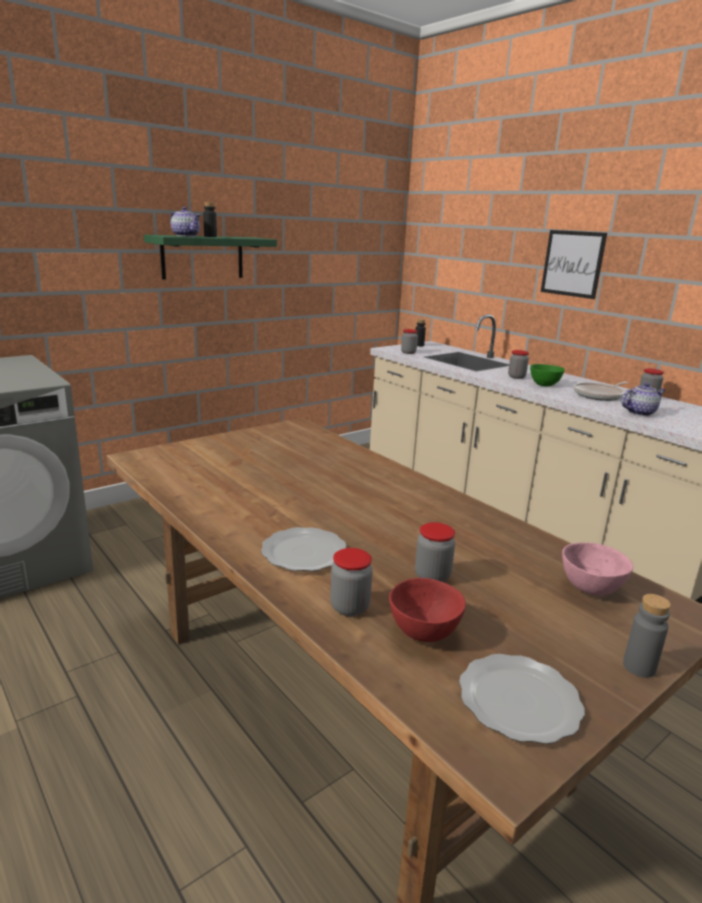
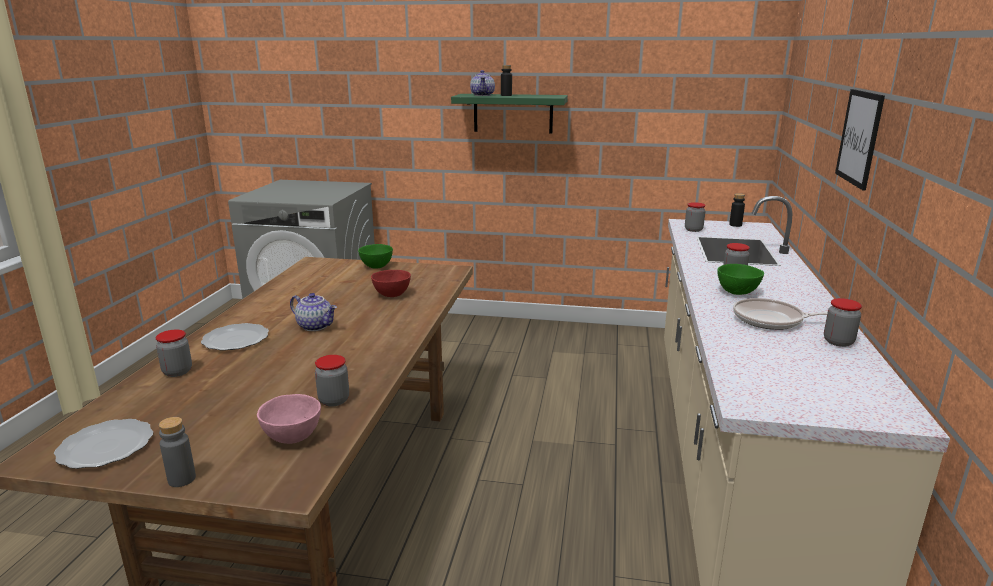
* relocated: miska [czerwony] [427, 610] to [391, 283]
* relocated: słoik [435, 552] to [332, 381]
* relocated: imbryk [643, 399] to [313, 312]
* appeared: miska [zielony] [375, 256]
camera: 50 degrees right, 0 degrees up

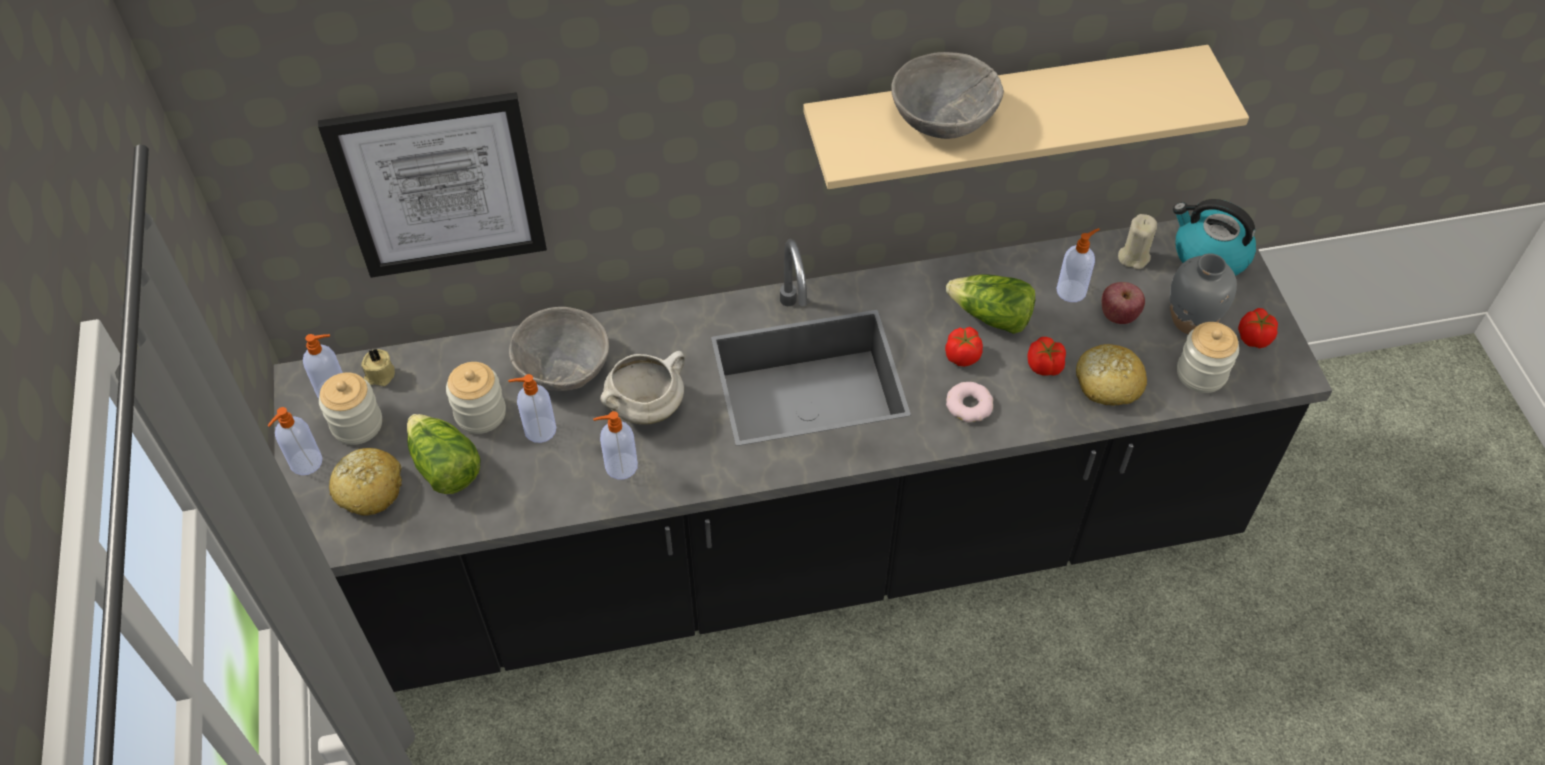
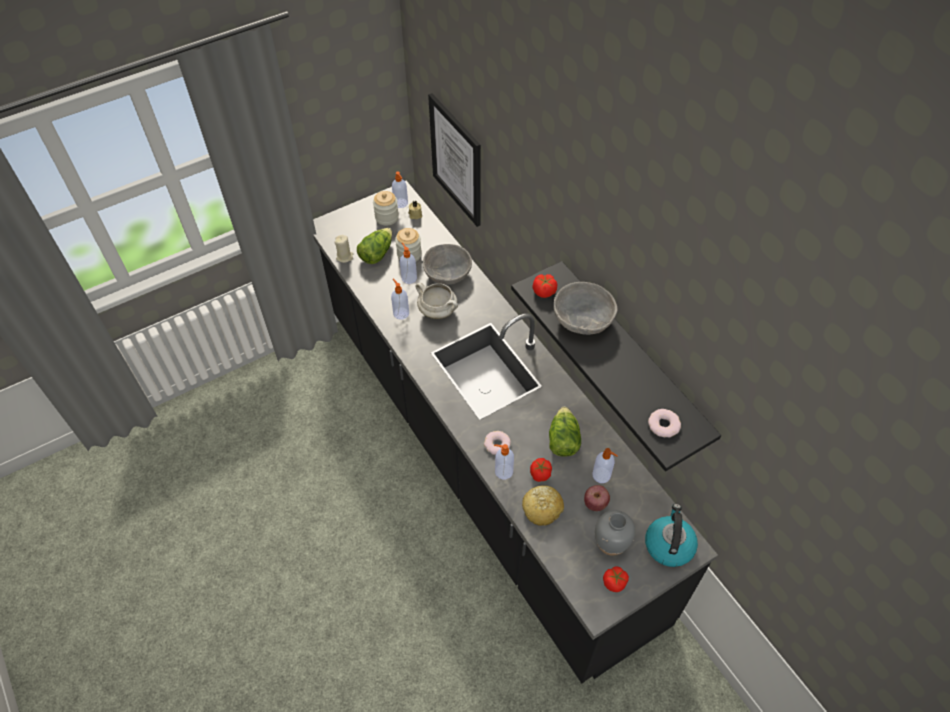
* relocated: dozownik mydła [295, 441] to [504, 461]
* missing: chleb [365, 482]
* colour: półka [beżowy] [1026, 117] to półka [czarny] [616, 366]
* relocated: pomidor [964, 347] to [545, 286]
* relocated: świeca [beżowy] [1137, 241] to [344, 249]
* missing: słoik [1208, 357]
* appeared: donut [664, 423]
camera: 70 degrees right, 0 degrees up

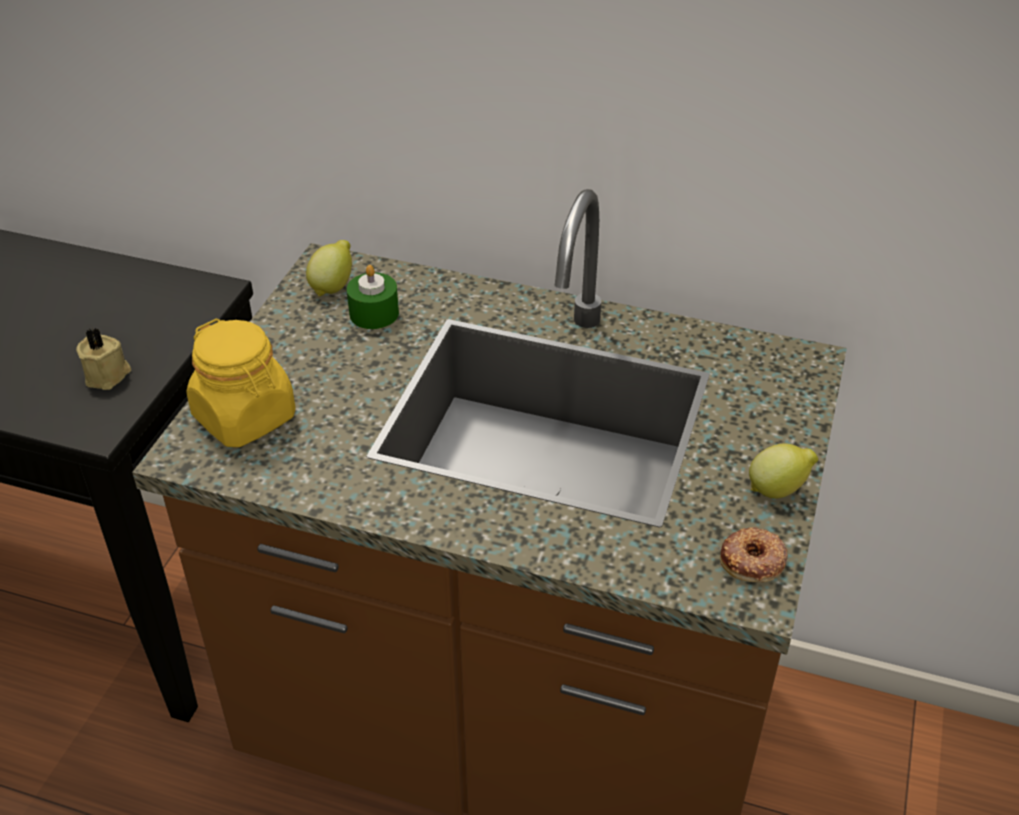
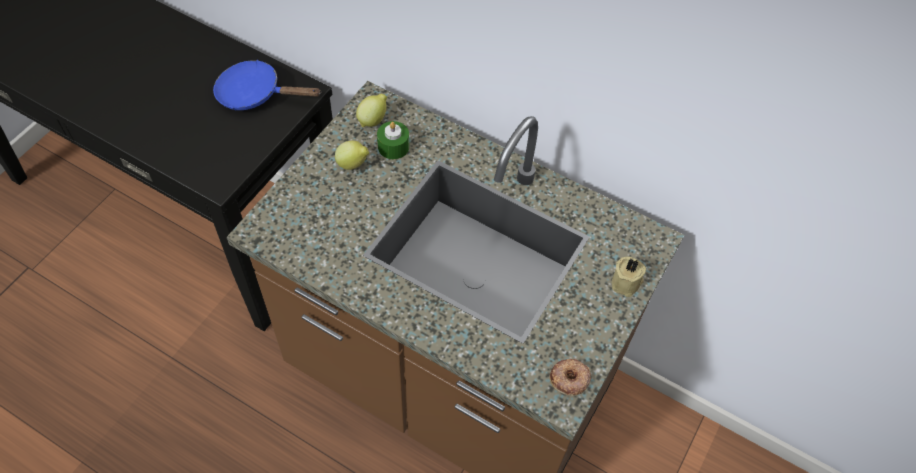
* relocated: świeca [beżowy] [103, 359] to [629, 276]
* missing: słoik [żółty] [241, 382]
* relocated: cytryna [783, 470] to [352, 155]
* appeared: patelnia [niebieski] [267, 85]
camera: 10 degrees right, 15 degrees up

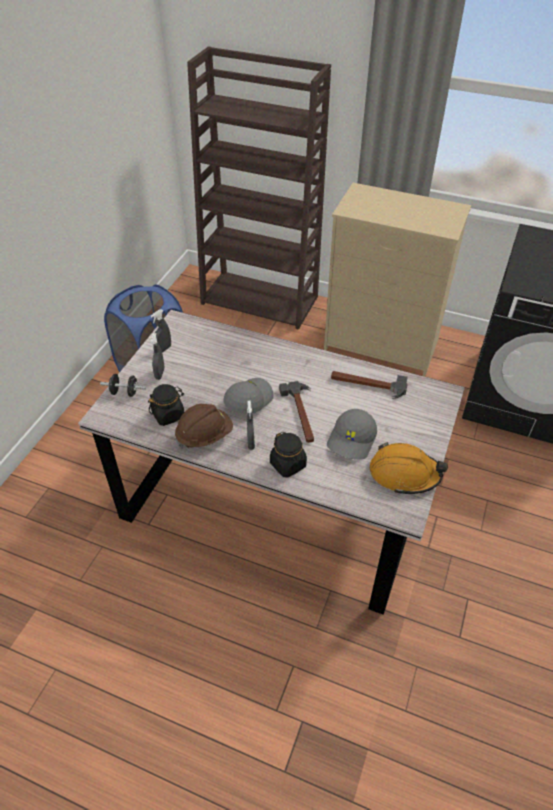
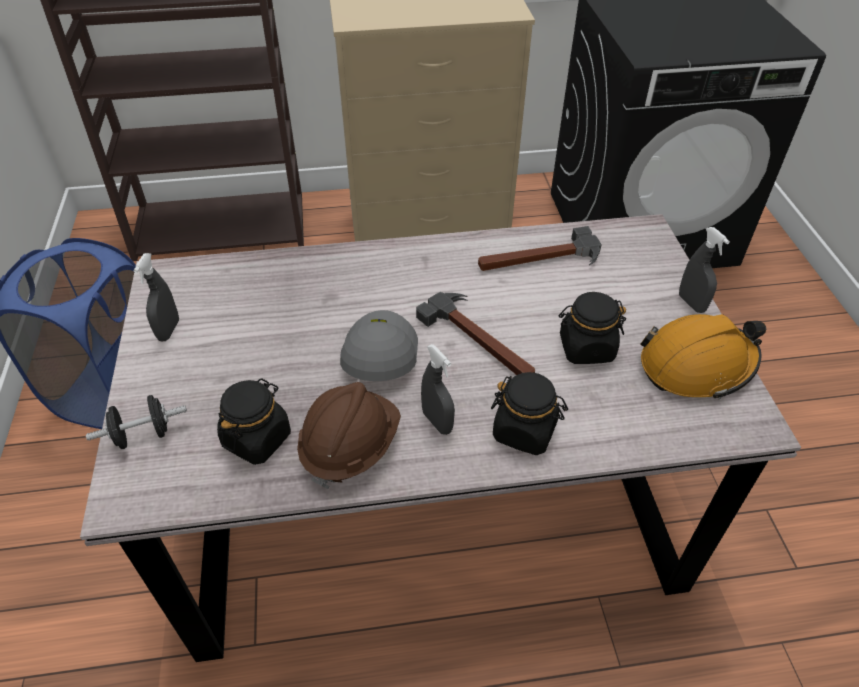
* relocated: spryskiwacz [szary] [157, 356] to [704, 270]
* exchanged: czapka z daszkiem [szary] [352, 434] to słoik [czarny] [592, 328]
camera: 30 degrees left, 0 degrees up

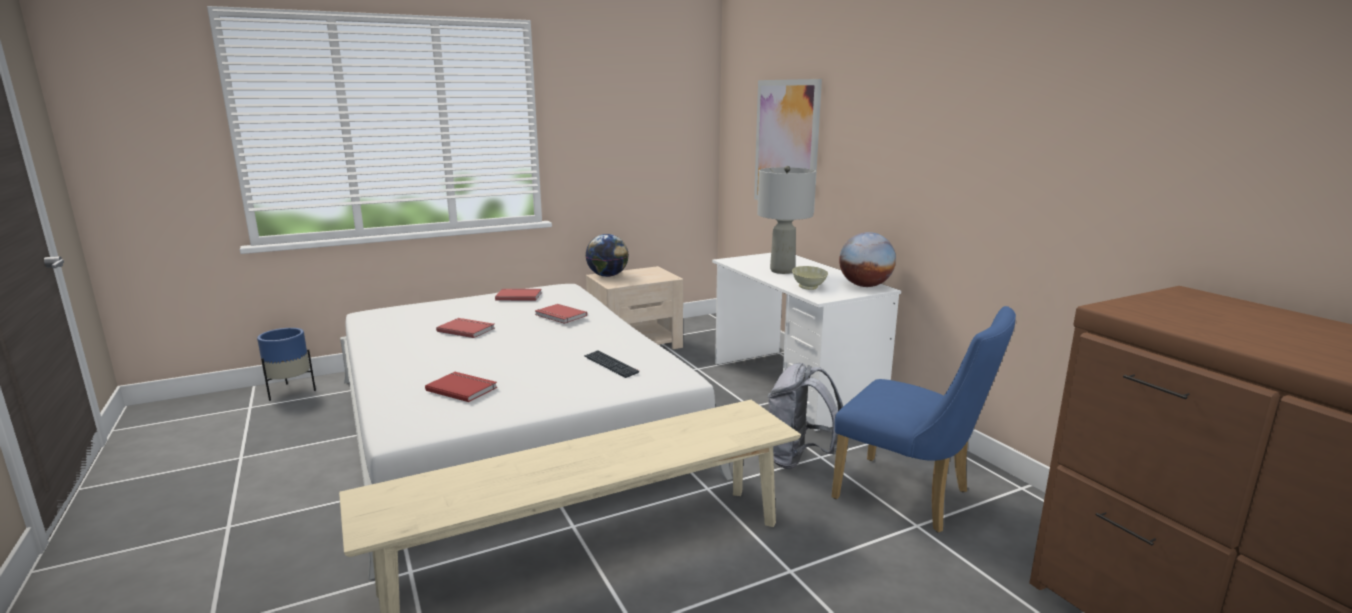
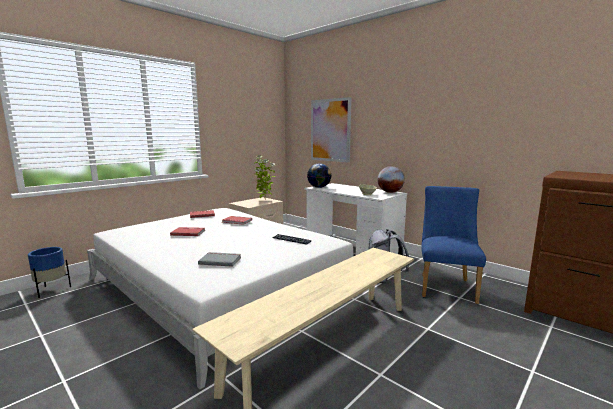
* colour: książka [czerwony] [461, 387] to książka [szary] [219, 259]
* relocated: globus [607, 255] to [319, 175]
* missing: lampa stołowa [szary] [786, 220]
* spun: krzesło [niebieski] [923, 419] = [453, 245] 90 degrees counterclockwise
* appeared: roślina doniczkowa [265, 176]
camera: 20 degrees left, 5 degrees down

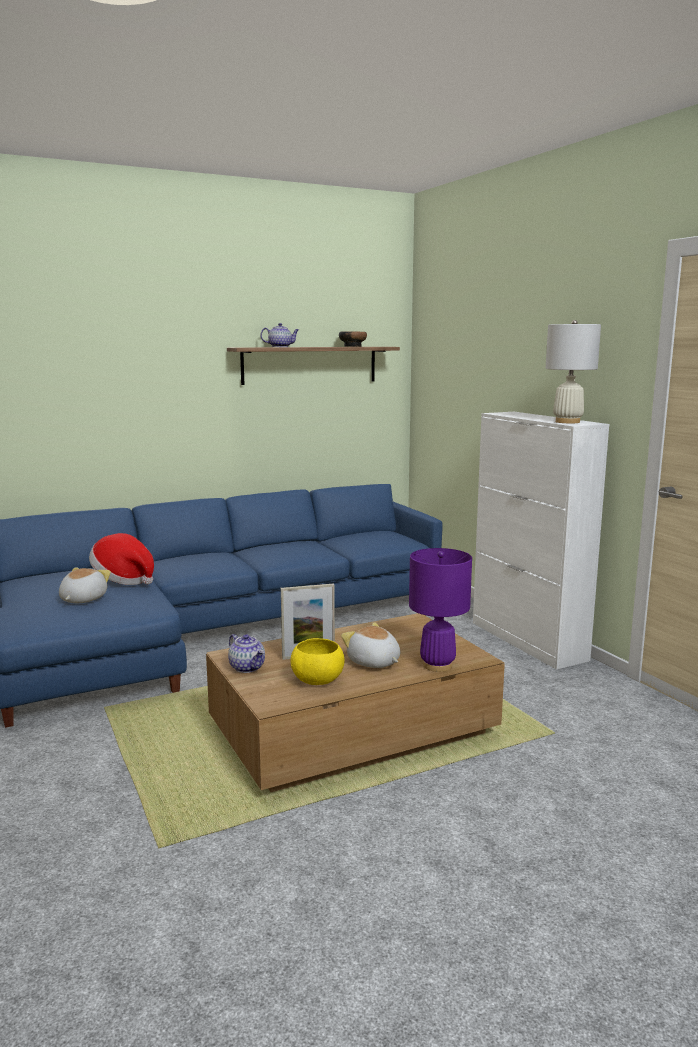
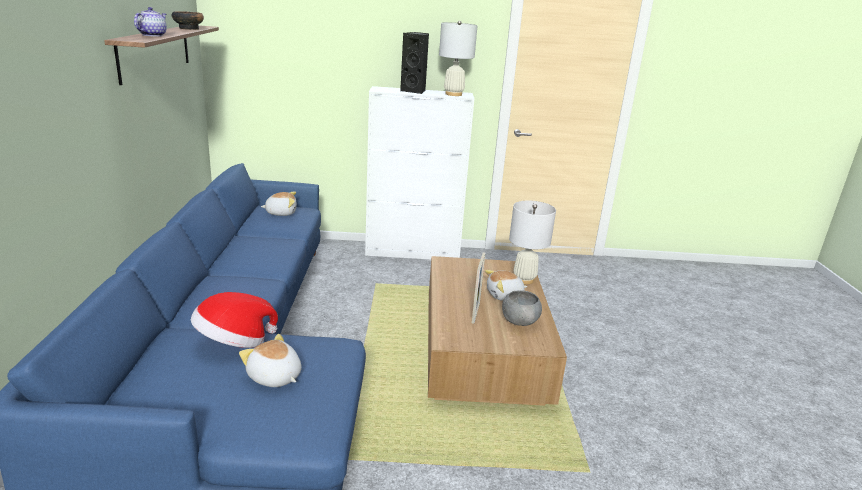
* missing: imbryk [246, 653]
* colour: miska [żółty] [317, 661] to miska [szary] [522, 308]
* colour: lampa stołowa [fioletowy] [440, 610] to lampa stołowa [biały] [532, 242]
* appeared: pluszak [279, 204]
* appeared: głośnik [czarny] [414, 63]
camera: 65 degrees left, 10 degrees up

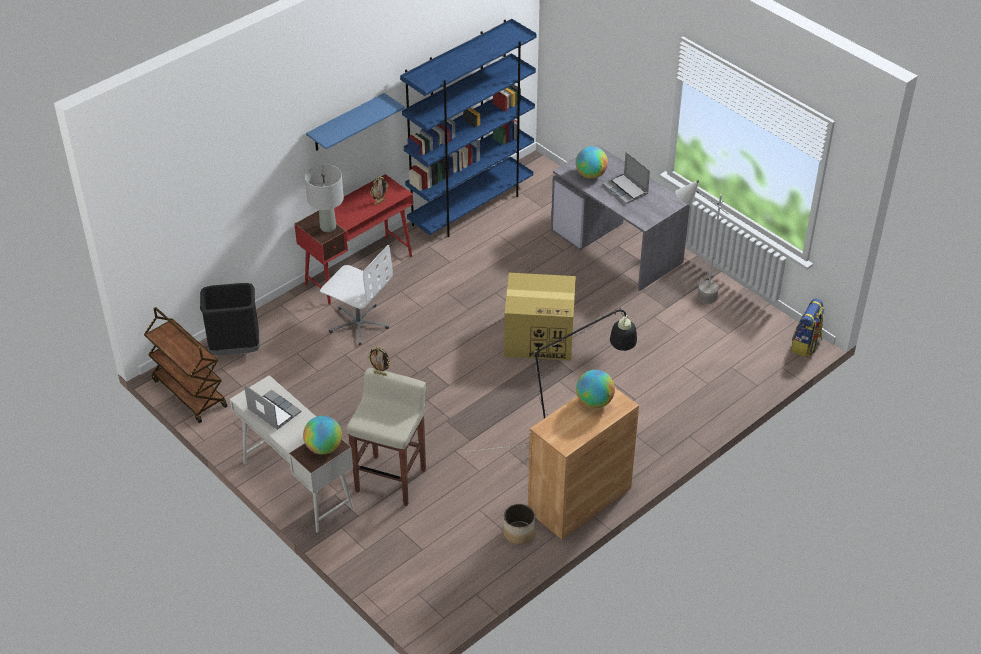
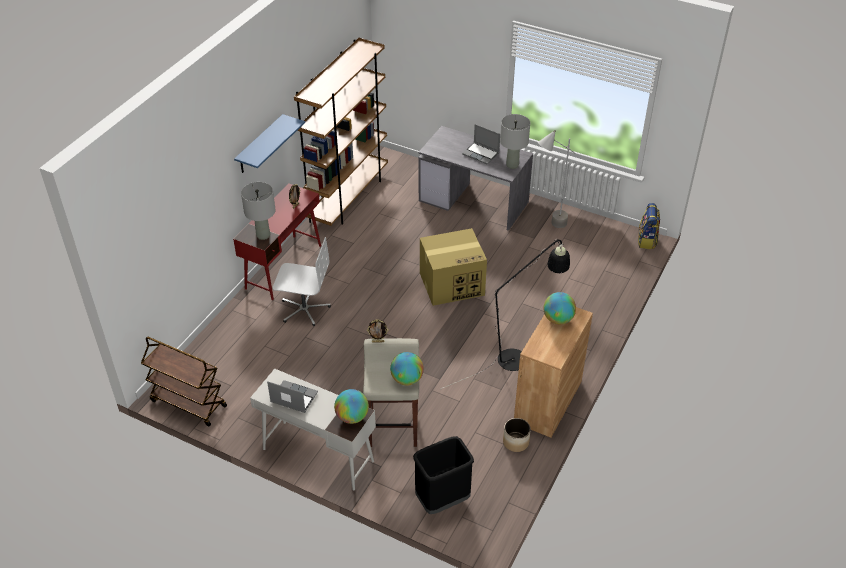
* relocated: kosz na śmieci [czarny] [230, 319] to [443, 475]
* colour: regał [niebieski] [468, 128] to regał [brązowy] [341, 132]
* relocated: globus [592, 162] to [407, 369]
* appeared: lampa stołowa [szary] [515, 141]
camera: 20 degrees left, 0 degrees up

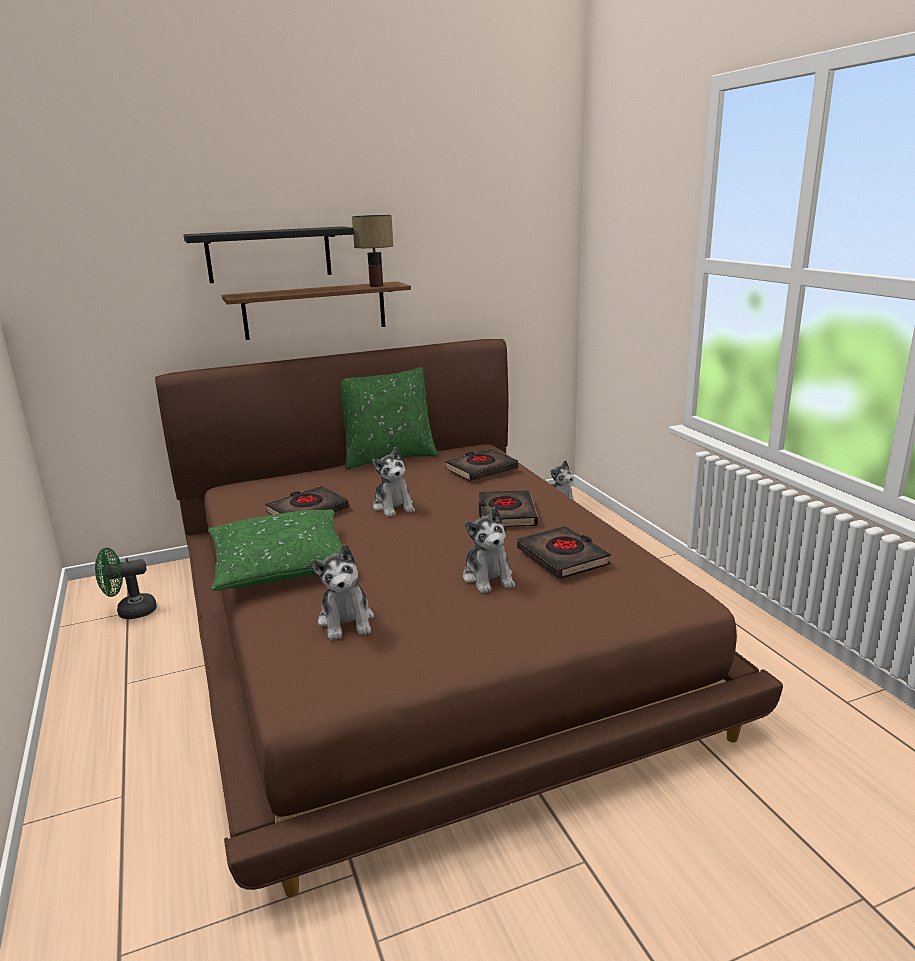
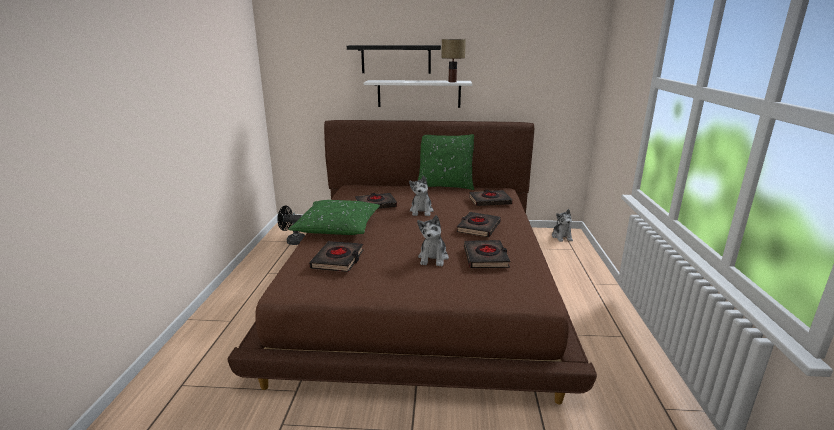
* colour: wentylator [zielony] [126, 583] to wentylator [czarny] [291, 225]
* colour: półka [brązowy] [316, 310] to półka [biały] [418, 94]
* exchanged: pluszak [342, 592] to książka [czarny] [336, 256]
camera: 25 degrees right, 0 degrees up

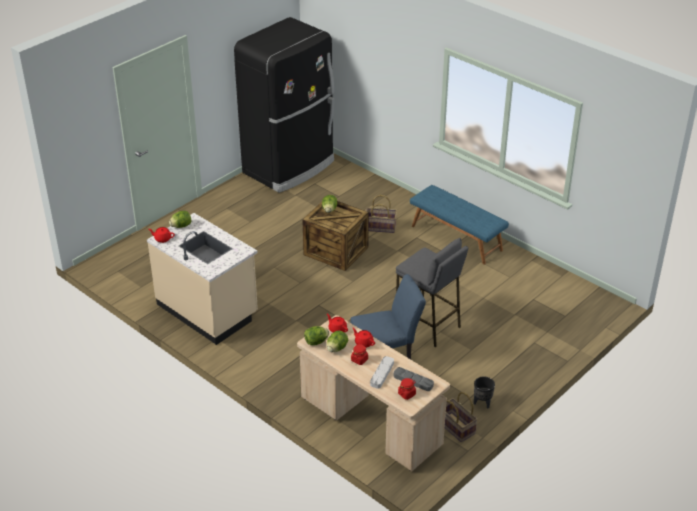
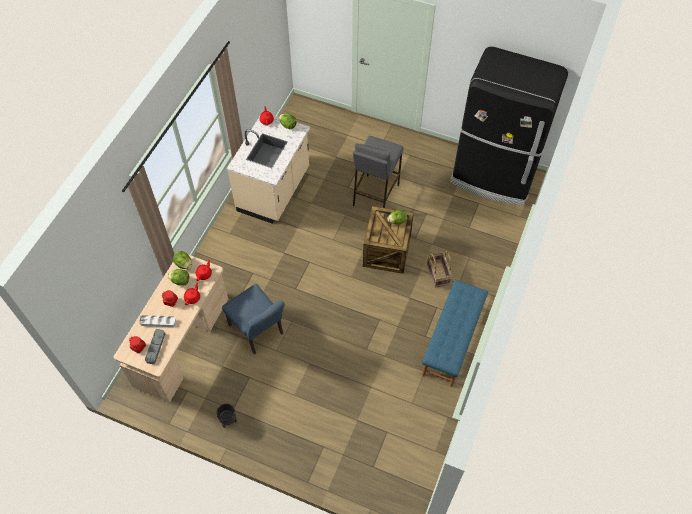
* relocated: stołek [szary] [432, 292] to [378, 172]
* missing: koszyk [461, 417]
camera: 70 degrees right, 20 degrees up

